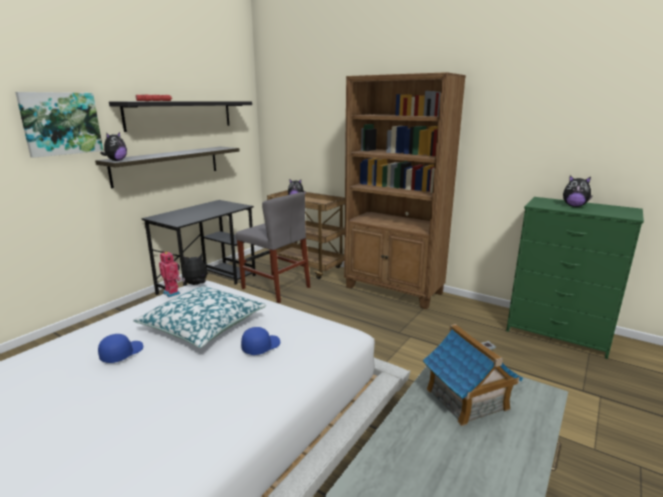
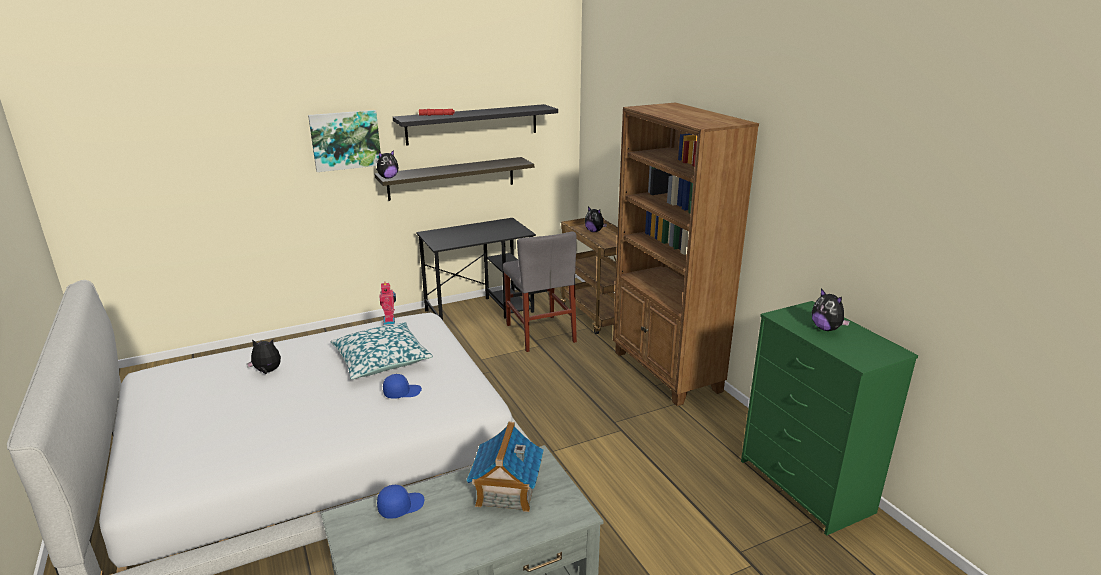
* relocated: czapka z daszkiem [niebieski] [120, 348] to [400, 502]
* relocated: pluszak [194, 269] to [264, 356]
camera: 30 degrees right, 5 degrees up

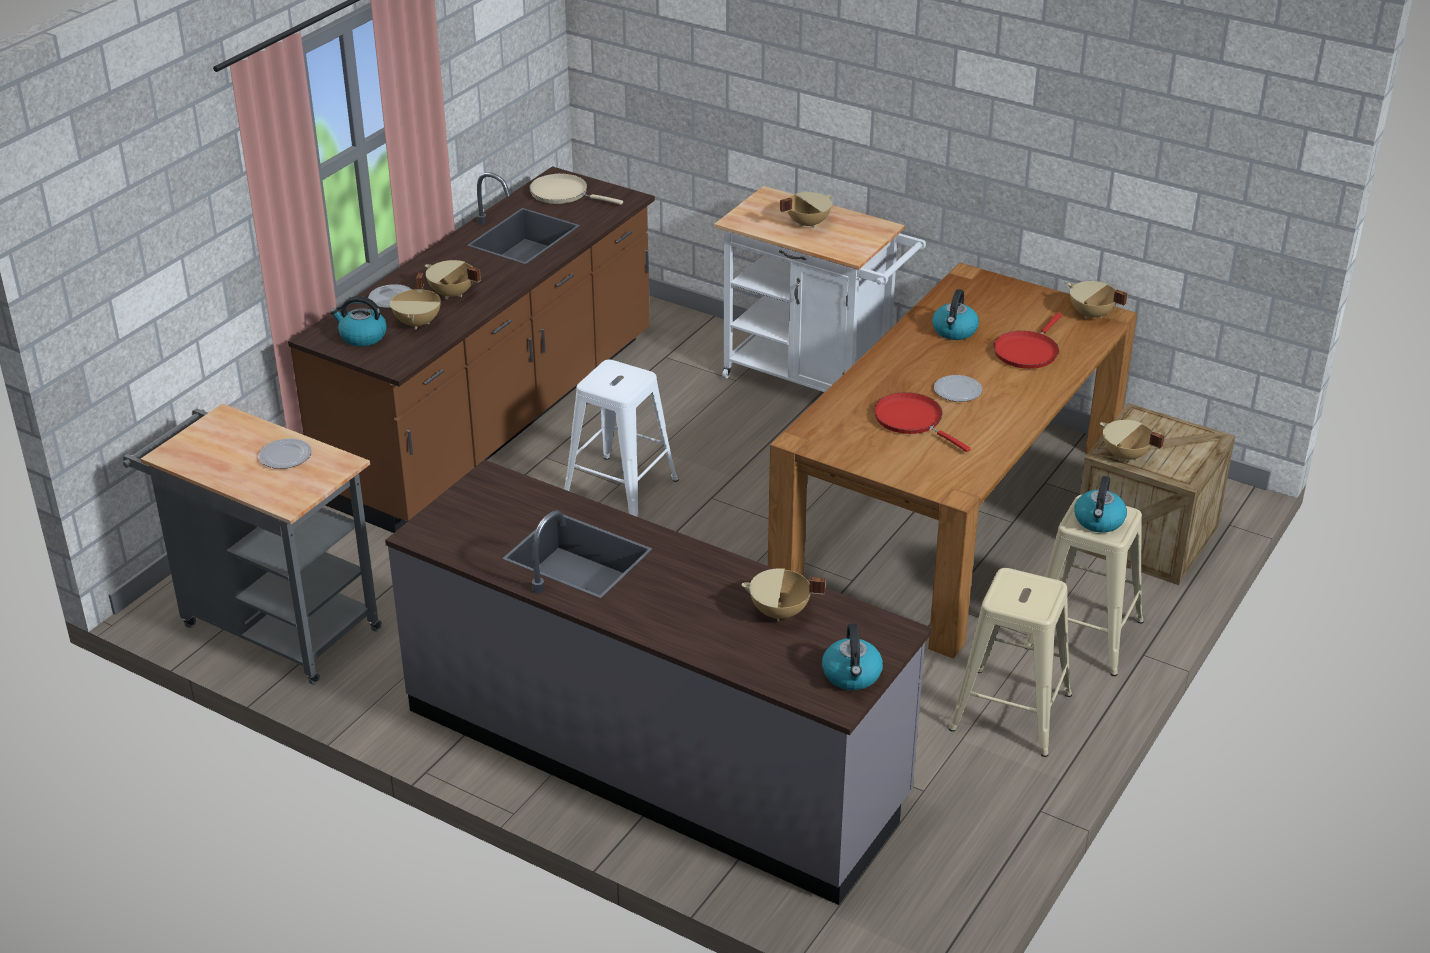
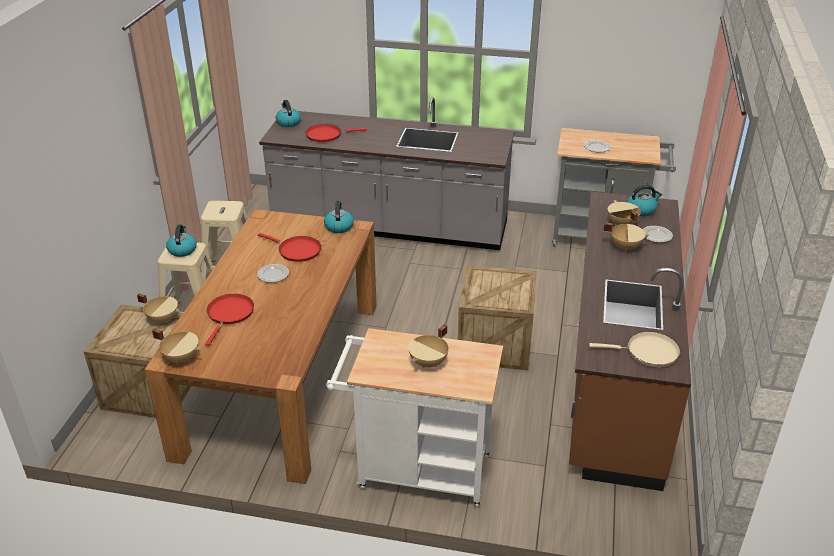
* exchanged: stołek [biały] [621, 438] to skrzynka [497, 317]
* exchanged: garnek [beżowy] [783, 595] to patelnia [czerwony] [336, 133]
* relocated: czajnik [955, 314] to [339, 217]
camera: 160 degrees right, 0 degrees up

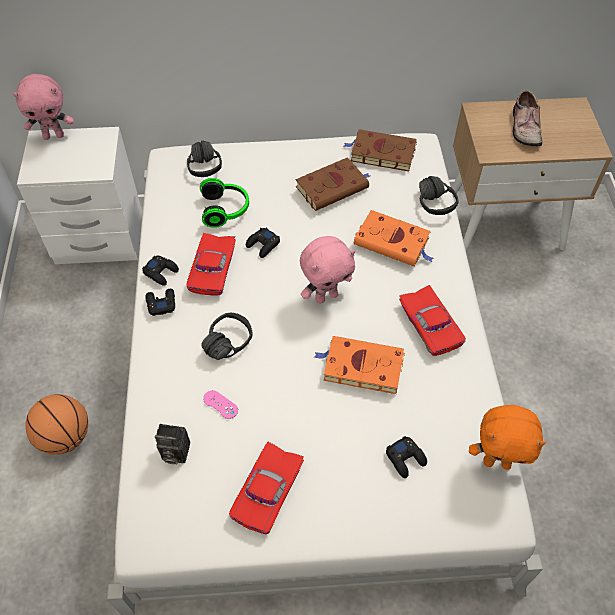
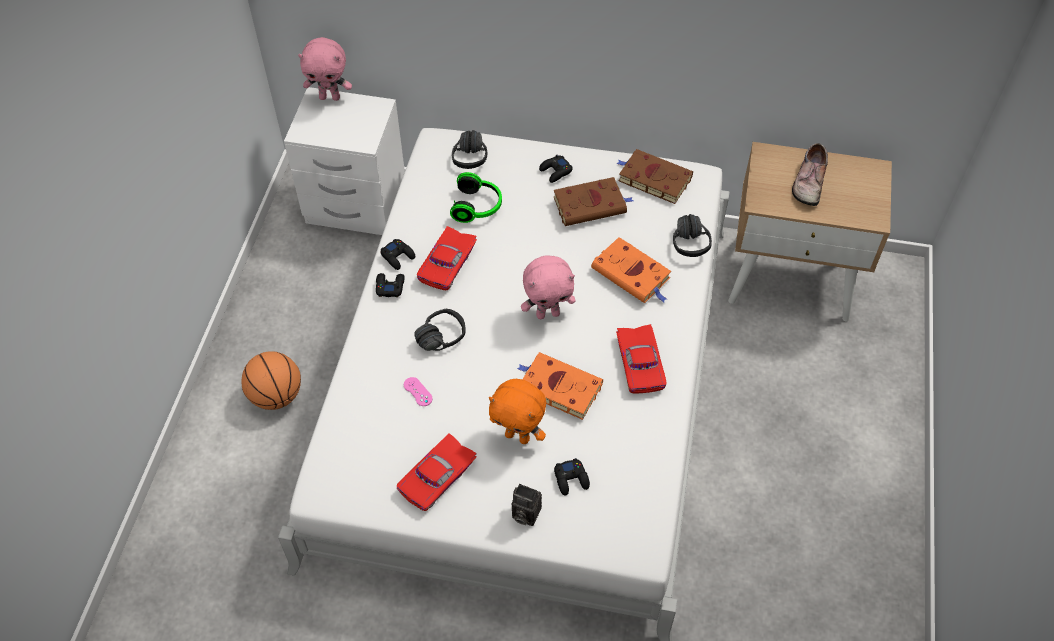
* relocated: aparat fotograficzny [172, 444] to [526, 505]
* relocated: pad do gier [czarny] [263, 243] to [556, 169]
* relocated: pluszak [pomarańczowy] [507, 437] to [517, 411]
camera: 15 degrees right, 0 degrees up

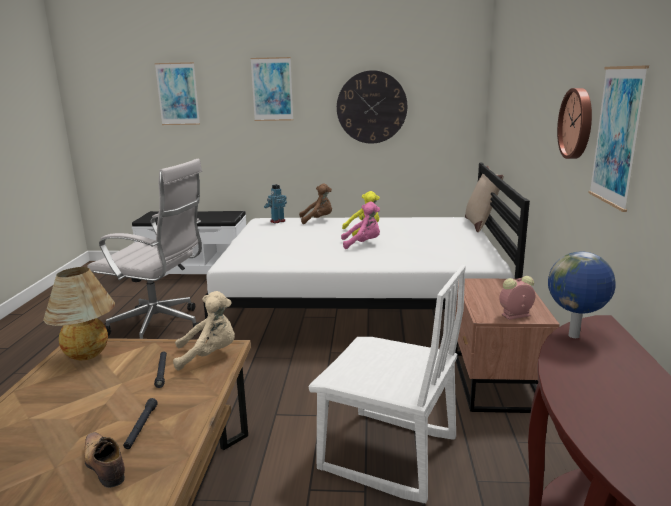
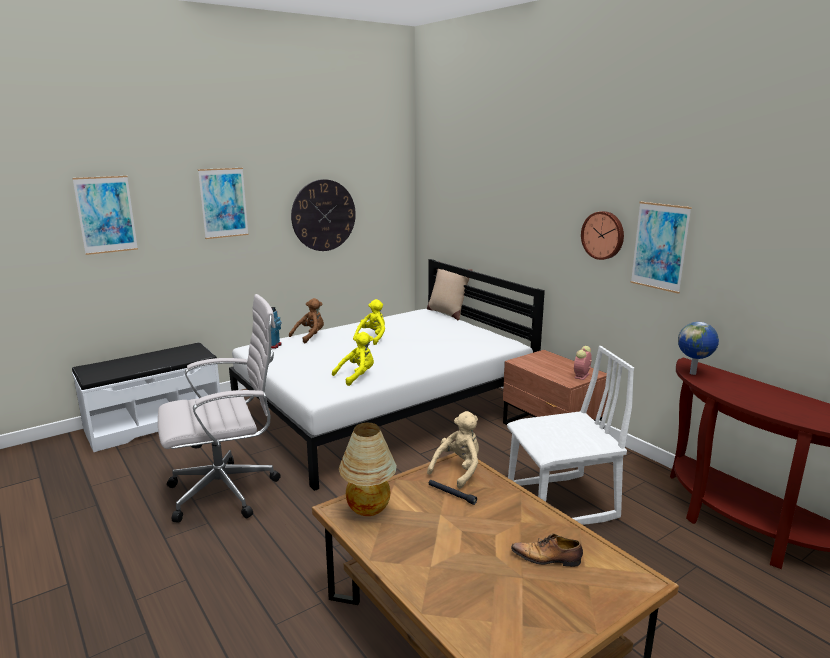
* missing: latarka [czarny] [140, 423]
* missing: pluszak [różowy] [360, 225]
* appeared: pluszak [żółty] [353, 359]
camera: 40 degrees left, 0 degrees up

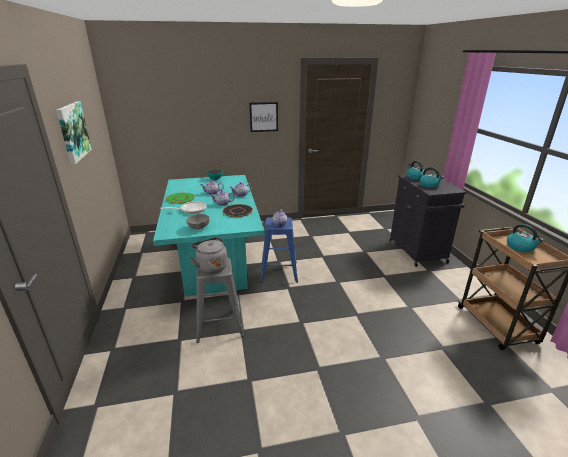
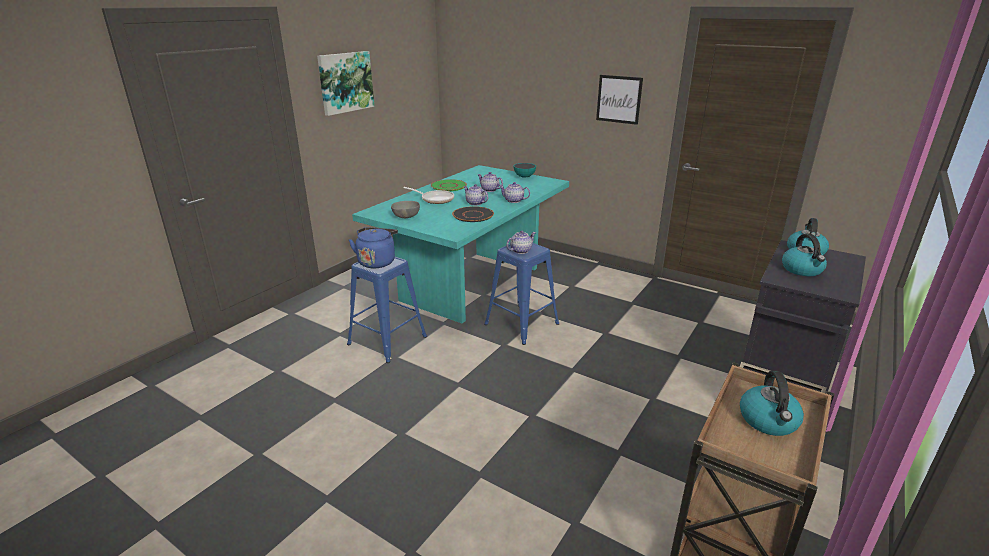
* colour: czajnik [szary] [209, 255] to czajnik [niebieski] [373, 247]
* colour: stołek [szary] [220, 300] to stołek [niebieski] [387, 310]
camera: 45 degrees right, 0 degrees up

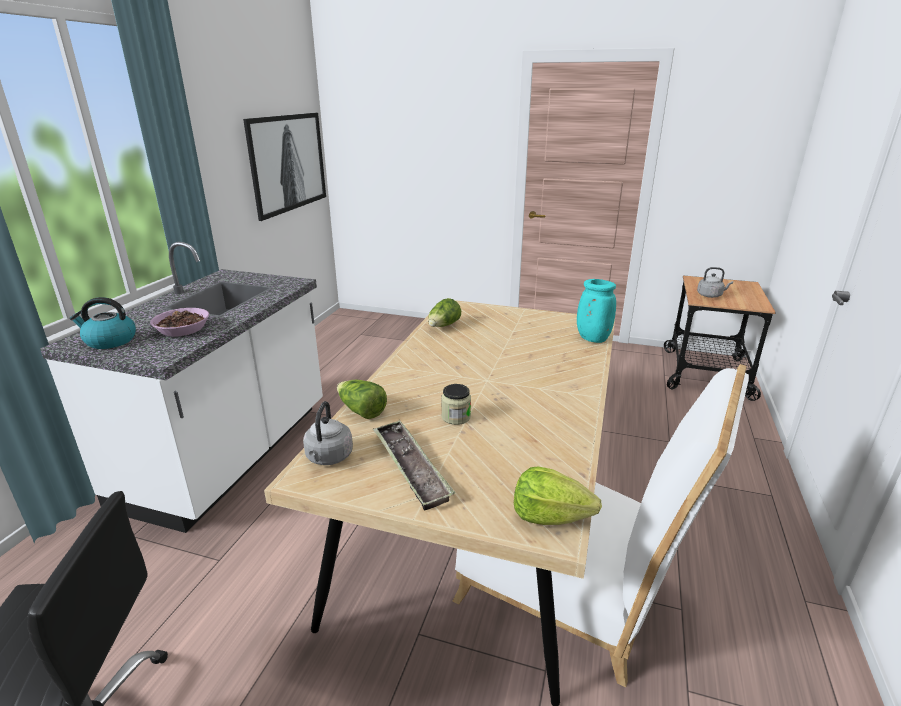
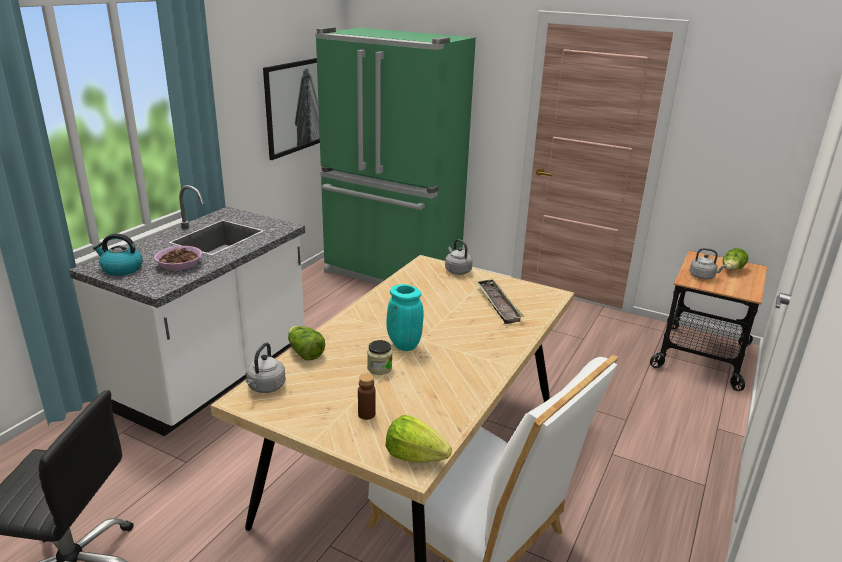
* relocated: taca [414, 465] to [499, 301]
* relocated: sałata [444, 312] to [736, 259]
* relocated: wazon [turkusowy] [596, 311] to [405, 317]
* appeared: lodówka [zielony] [395, 156]
* appeared: butelka [brązowy] [366, 397]
* appeared: czajnik [szary] [459, 257]
camera: 10 degrees right, 0 degrees up

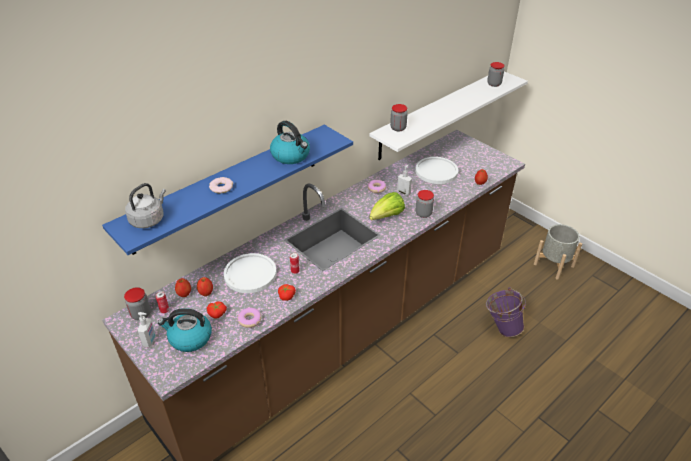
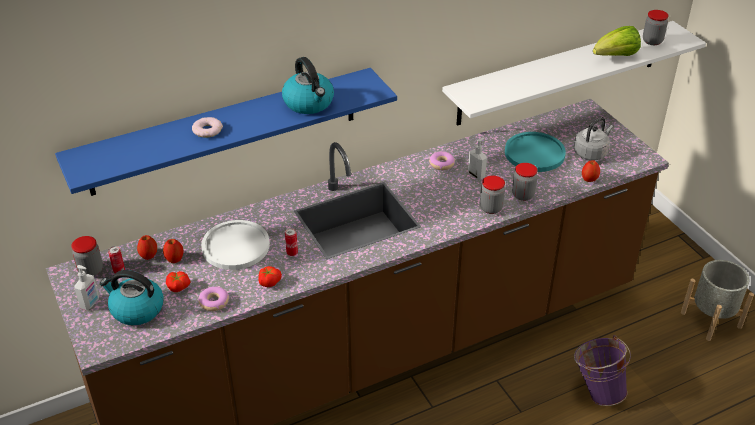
* relocated: czajnik [szary] [145, 205] to [593, 139]
* relocated: sałata [387, 206] to [617, 41]
* relocated: słoik [399, 118] to [525, 182]
* colour: talerz [biały] [436, 170] to talerz [turkusowy] [535, 152]
camera: 15 degrees right, 0 degrees up

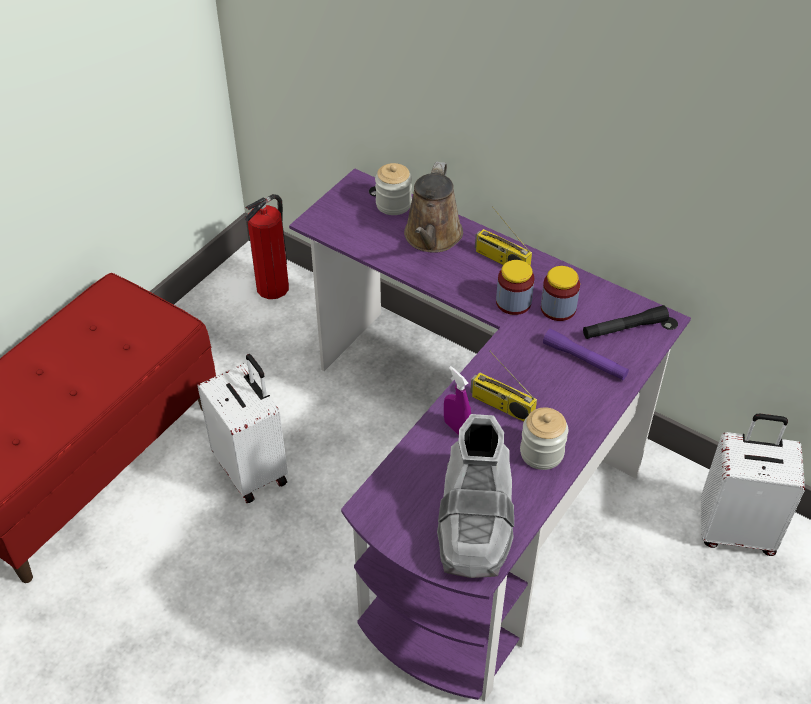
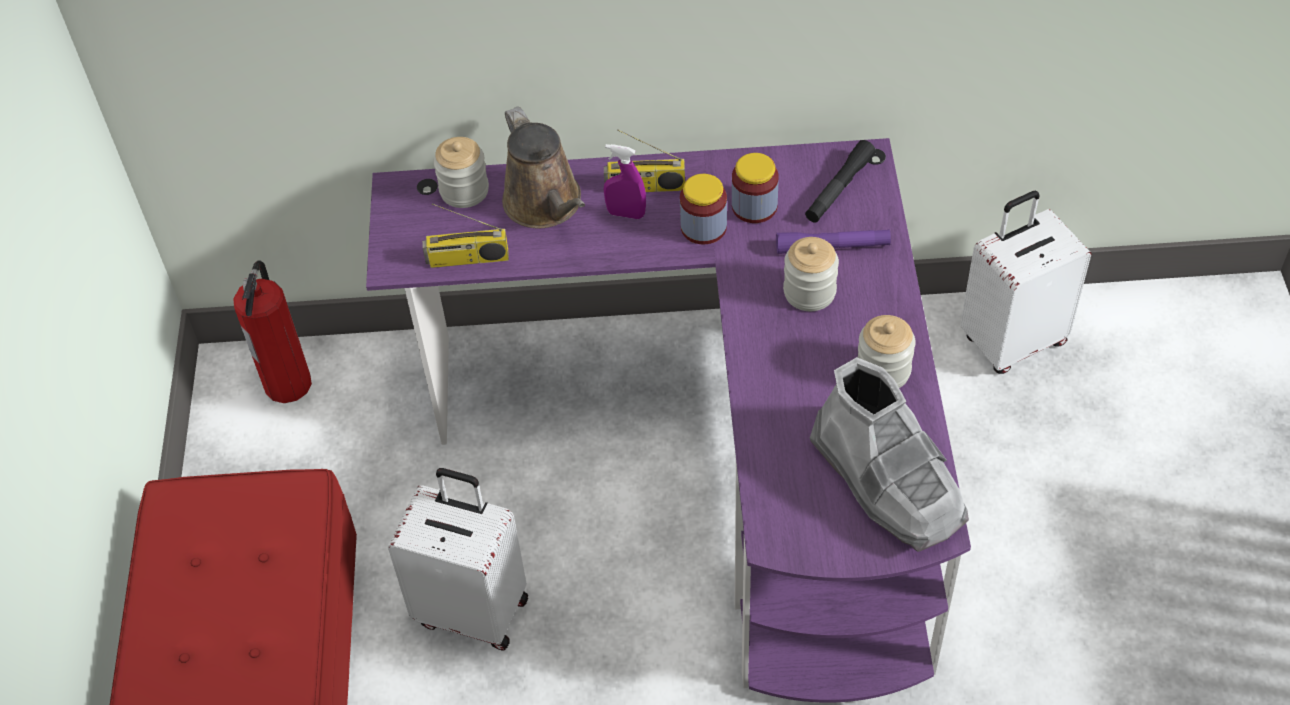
* relocated: spryskiwacz [fioletowy] [457, 401] to [625, 181]
* relocated: radio [503, 386] to [465, 235]
* appeared: słoik [811, 274]
camera: 35 degrees left, 5 degrees up

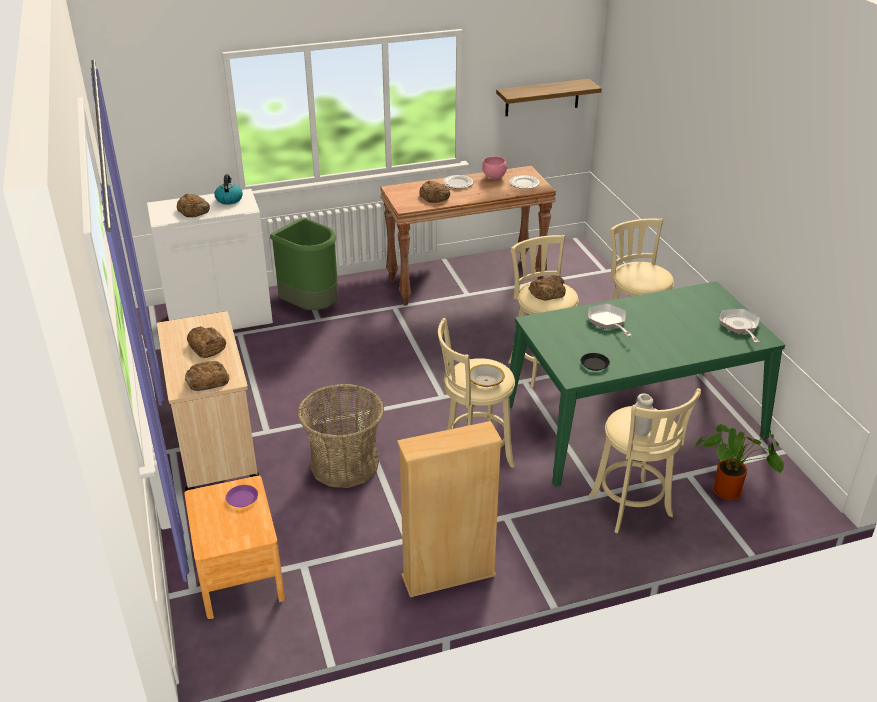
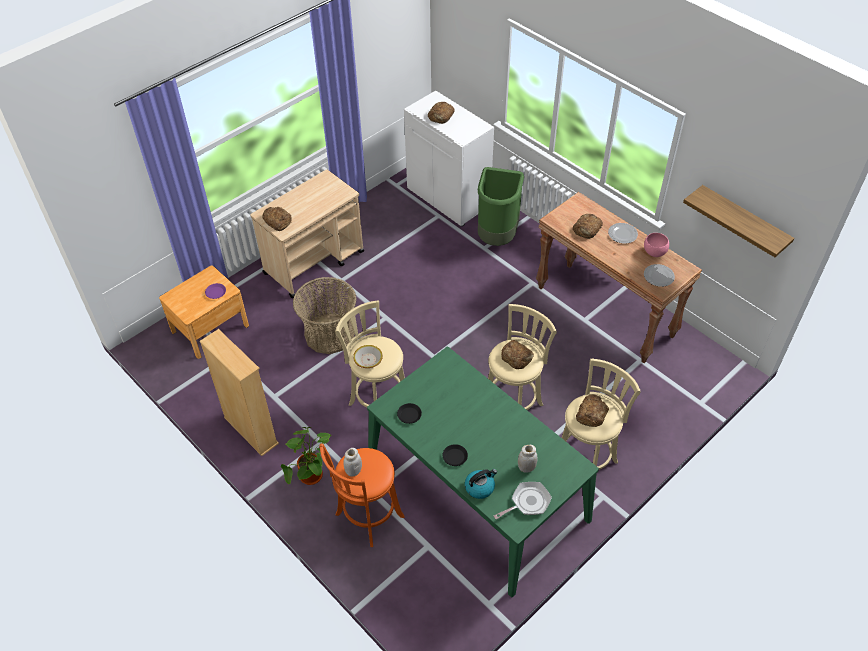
* relocated: chleb [206, 342] to [592, 410]
* relocated: czajnik [229, 189] to [481, 484]
* missing: patelnia [610, 320]
* colour: stołek [beżowy] [644, 460] to stołek [pomarańczowy] [361, 495]
* relocated: roślina doniczkowa [739, 462] to [306, 456]
* appeared: talerz [czarny] [455, 455]
* appeared: słoik [biały] [527, 459]
camera: 65 degrees right, 15 degrees up

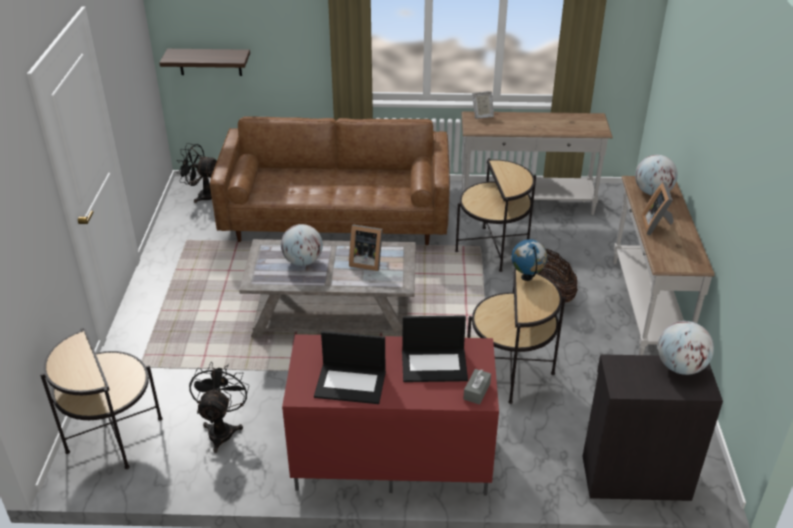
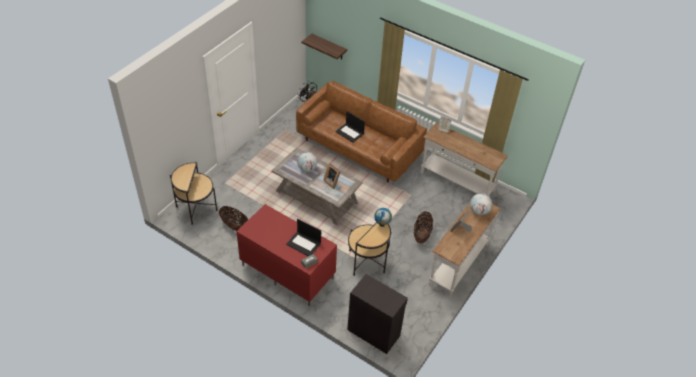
* exchanged: wentylator [czarny] [219, 407] to koszyk [233, 218]
* relocated: laptop [350, 367] to [350, 127]
* missing: stolik [495, 215]
* missing: globus [686, 348]
camera: 30 degrees right, 10 degrees up

